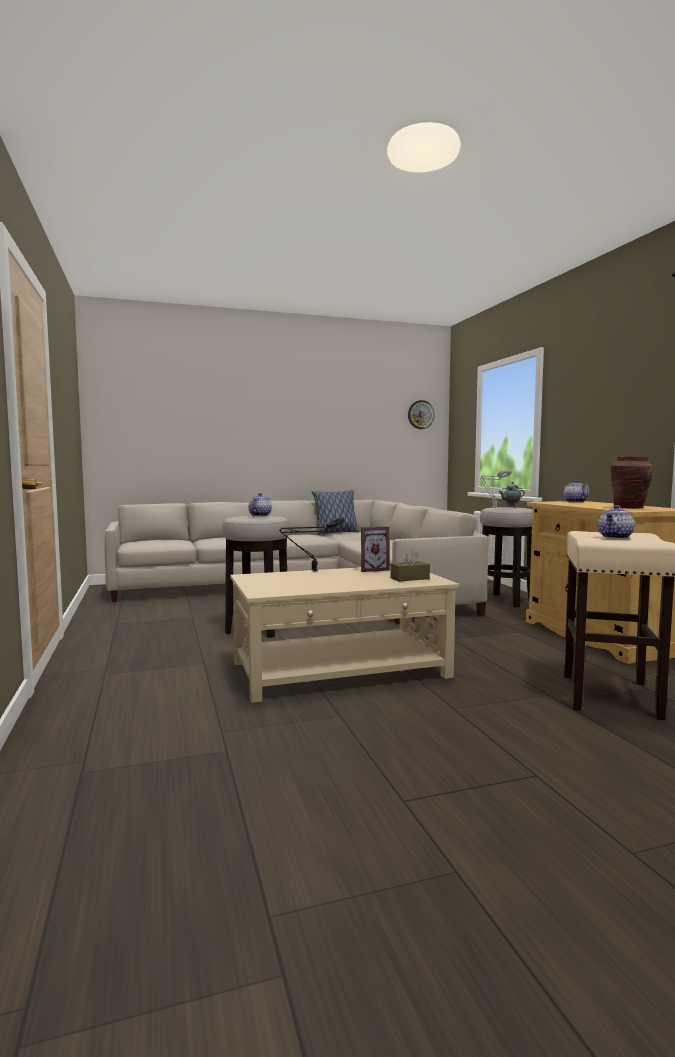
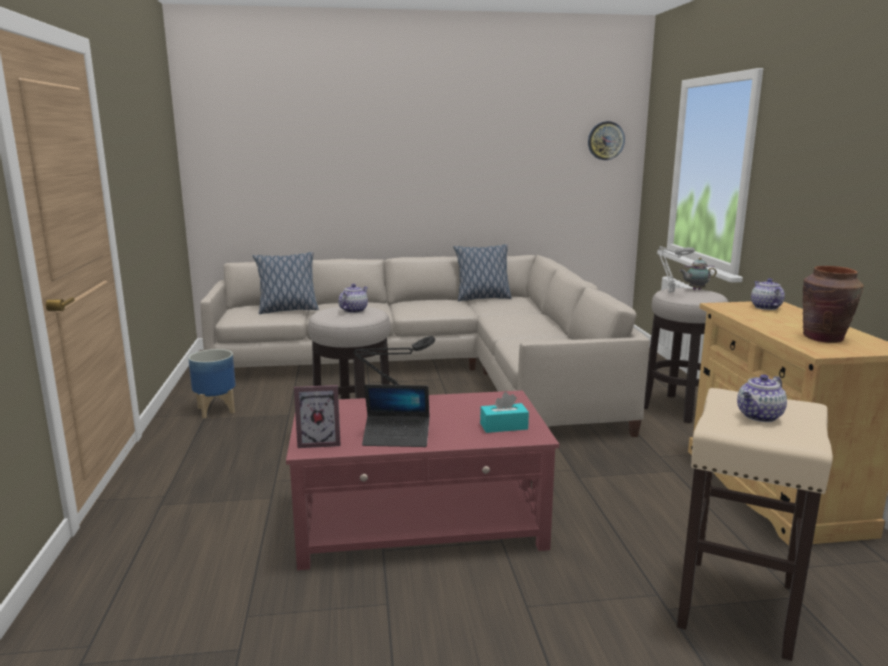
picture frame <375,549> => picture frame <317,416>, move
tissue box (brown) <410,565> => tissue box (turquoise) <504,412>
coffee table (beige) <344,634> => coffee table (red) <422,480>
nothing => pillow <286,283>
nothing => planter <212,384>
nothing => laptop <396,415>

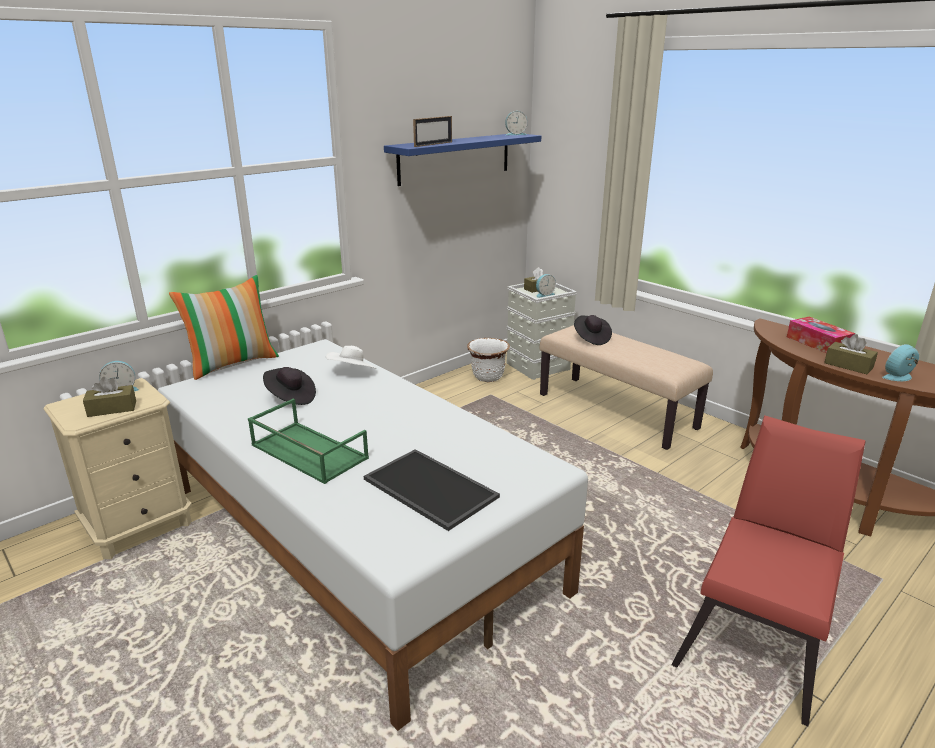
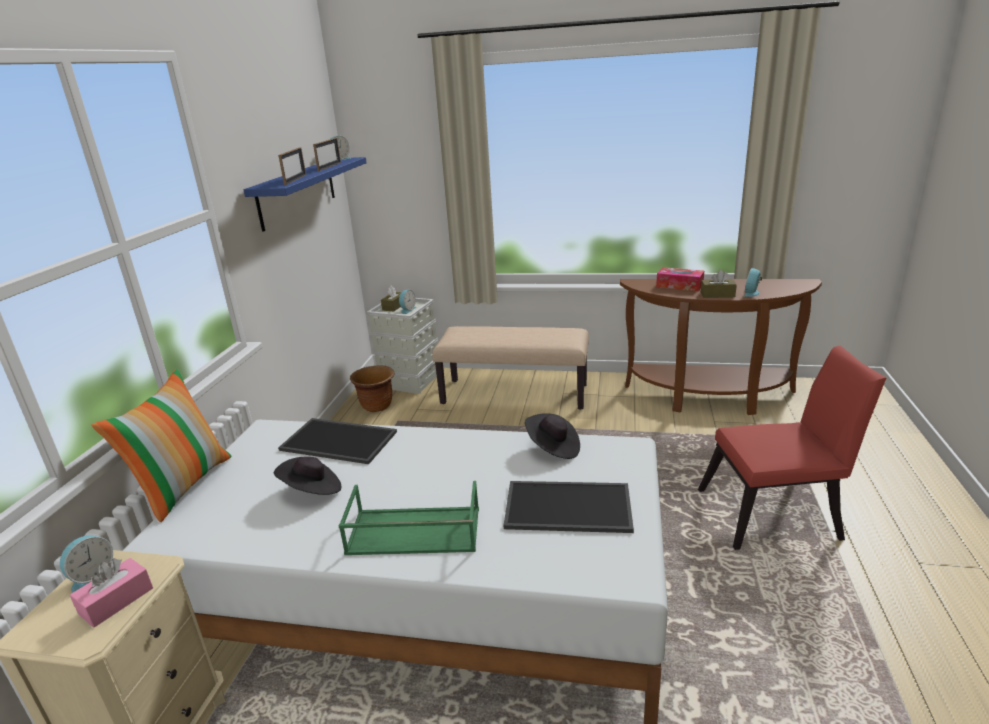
hat (black) <593,330> => hat (black) <552,436>, move
planter (white) <488,360> => planter (brown) <372,388>
hat (white) <351,357> => tray <337,441>
tissue box (brown) <109,397> => tissue box (pink) <111,593>
chair (red) <768,571> => chair (red) <792,447>, 90 degrees clockwise
nothing => picture frame <327,154>

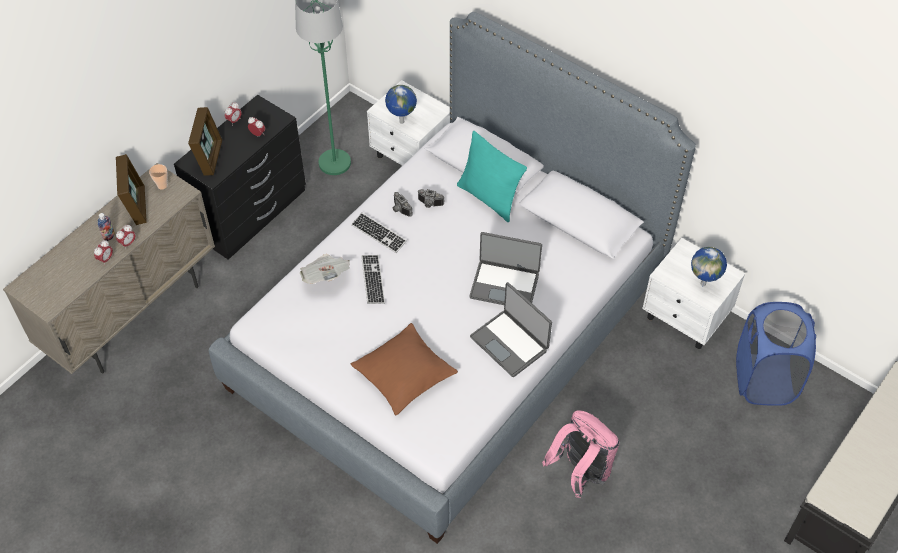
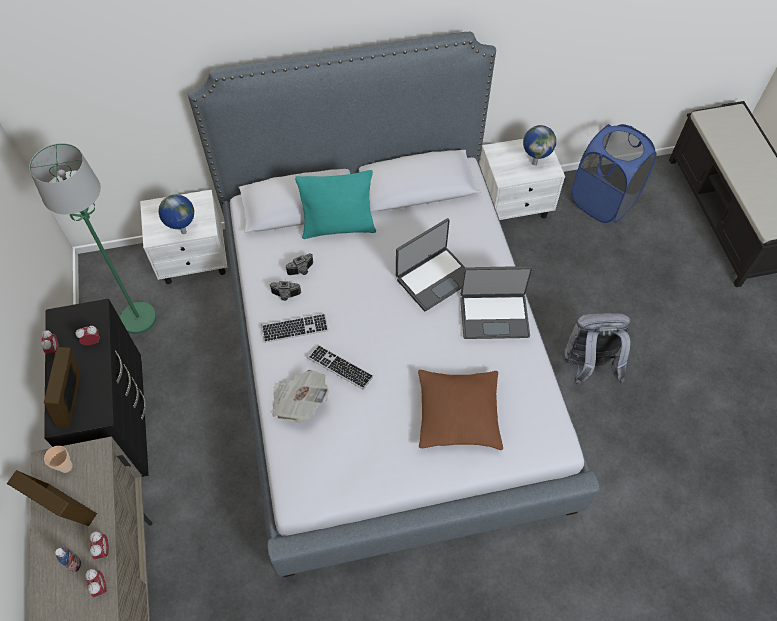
picture frame <205,141> => picture frame <62,387>, 135 degrees counterclockwise
backpack (pink) <581,454> => backpack (grey) <598,349>

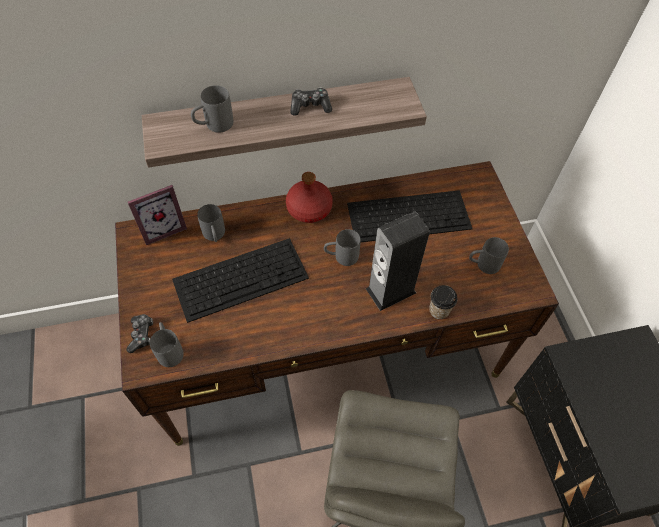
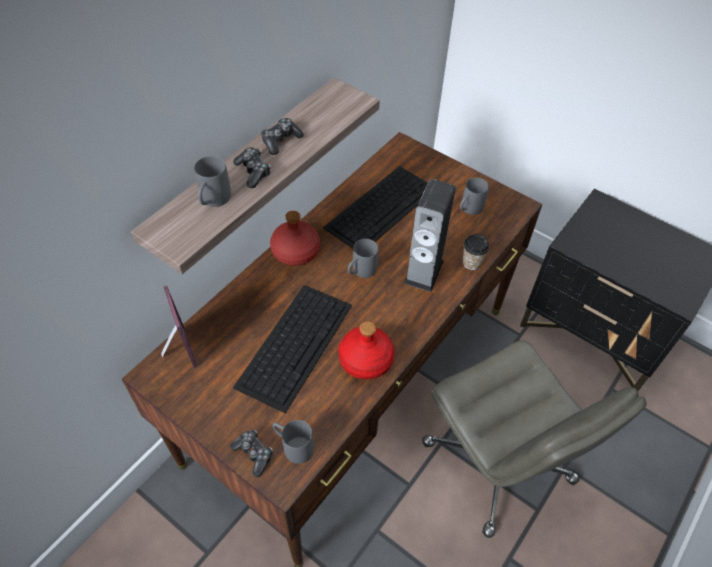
picture frame <157,215> => picture frame <179,327>, 45 degrees counterclockwise
mug (grey) <211,223> => nothing
nothing => game controller <252,167>
nothing => bottle (red) <366,350>

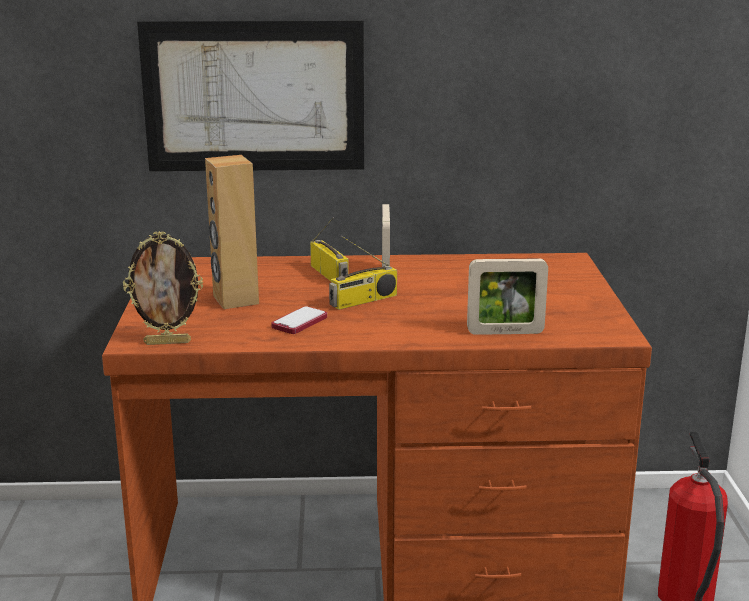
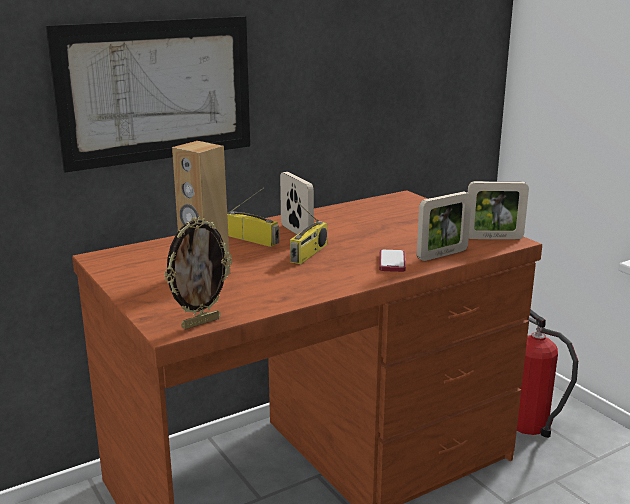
phone <299,320> => phone <392,261>, move
nothing => picture frame <498,210>

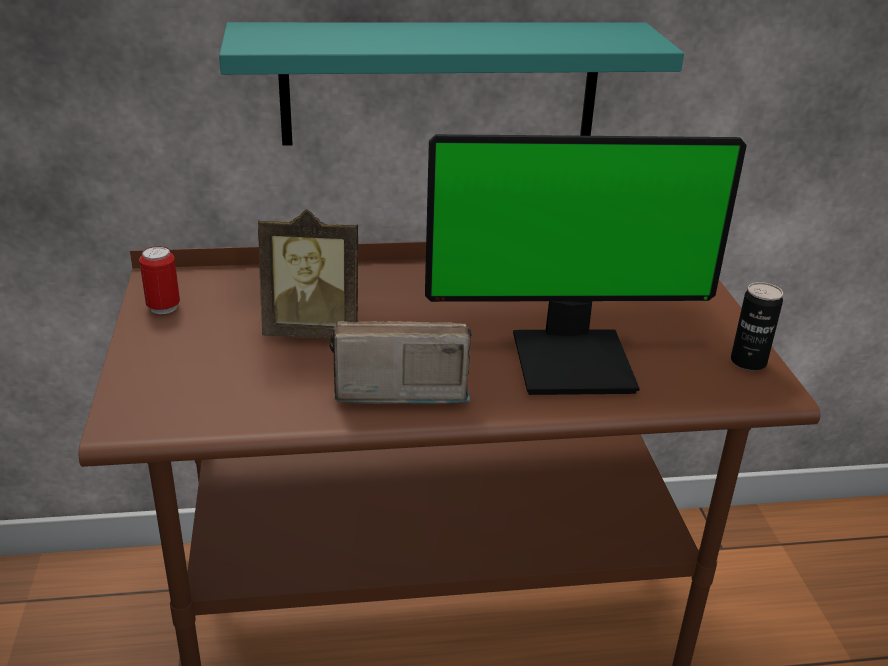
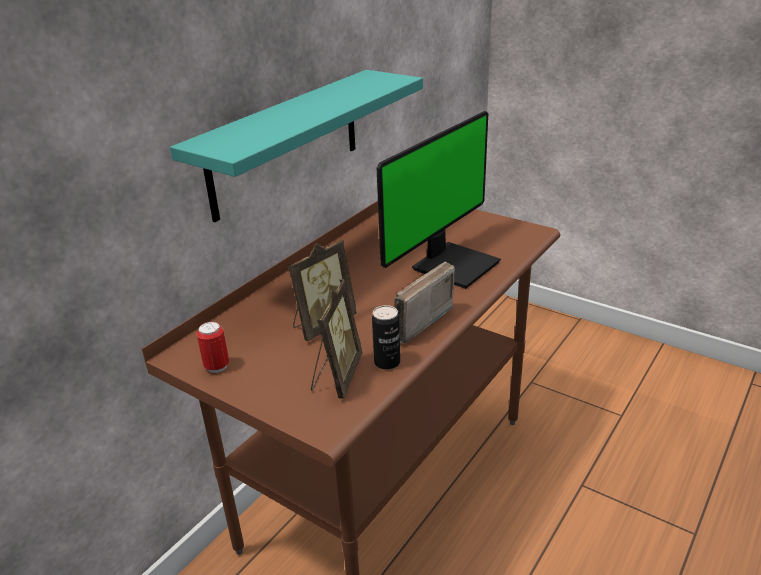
can <757,326> => can <386,337>, move
nothing => picture frame <337,339>

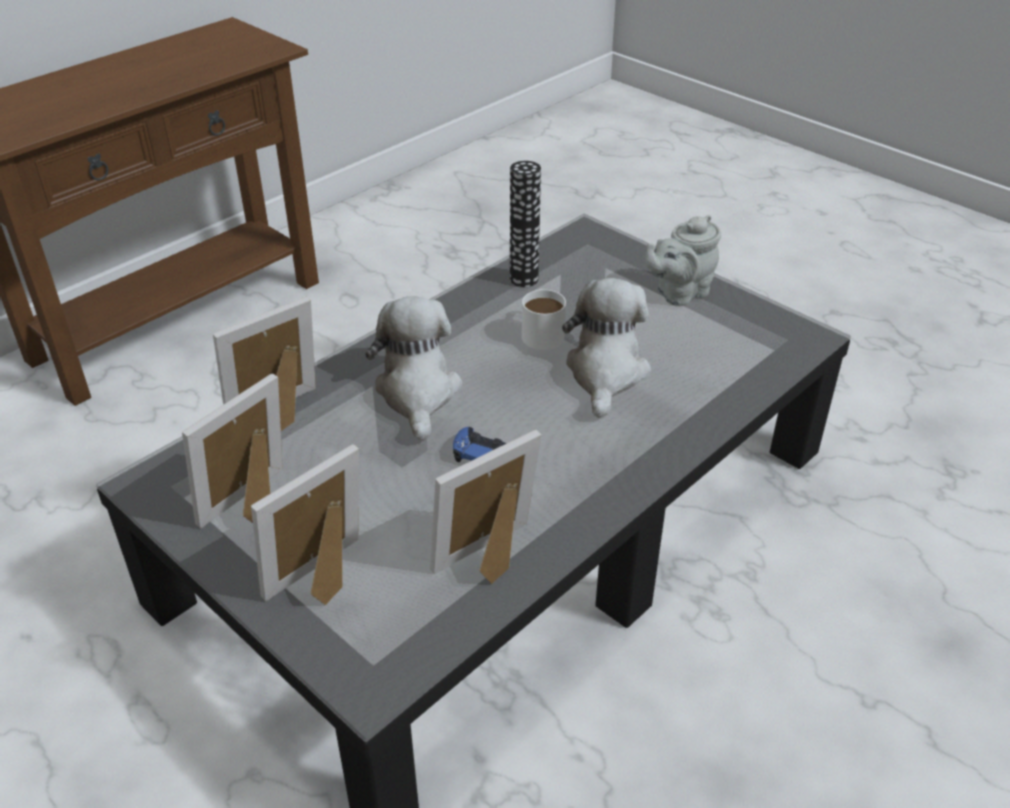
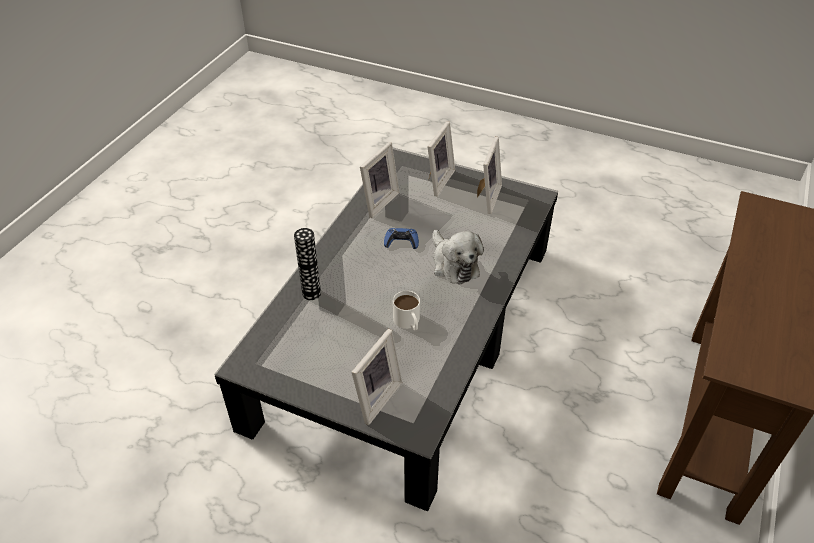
vase <525,224> => vase <307,264>, move
teapot (grey) <683,260> => nothing
plush toy <606,348> => nothing
picture frame <264,364> => picture frame <377,377>, move

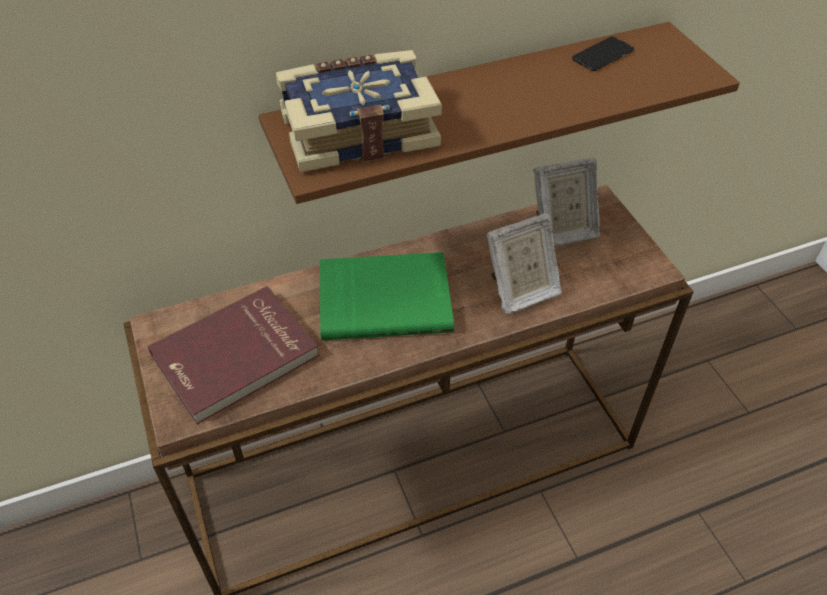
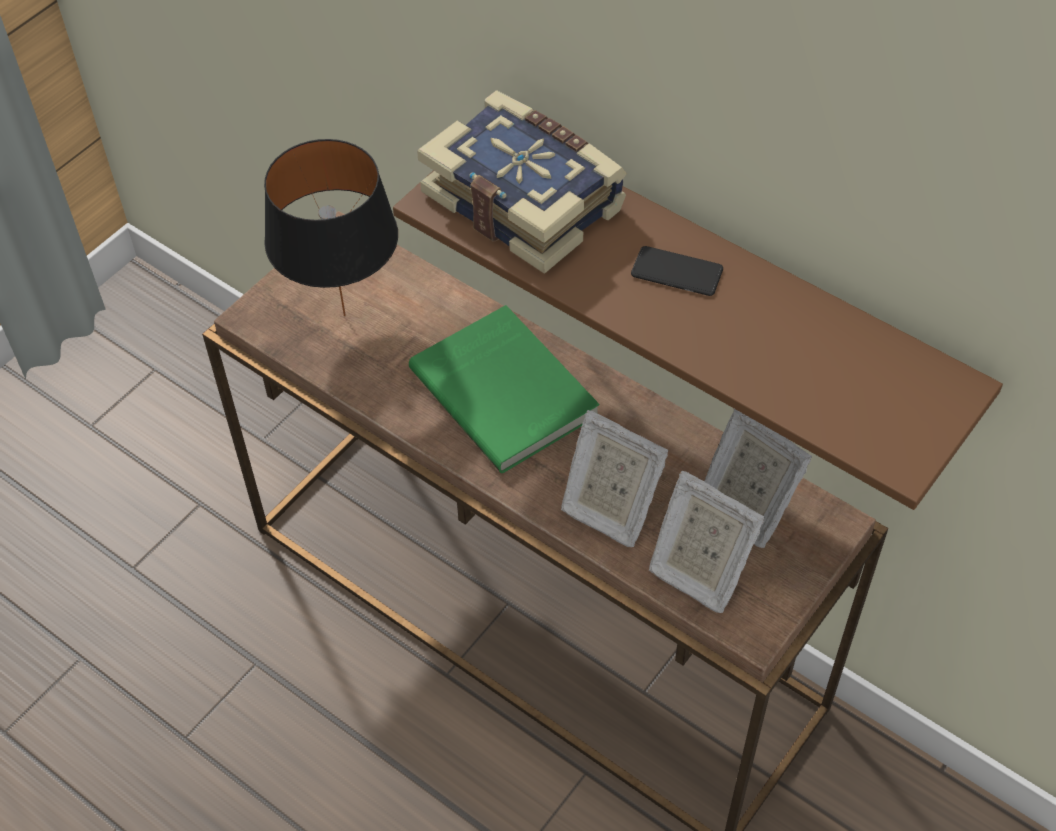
phone <603,54> => phone <677,271>, move
book (red) <233,355> => table lamp (black) <331,227>
nothing => picture frame <706,542>

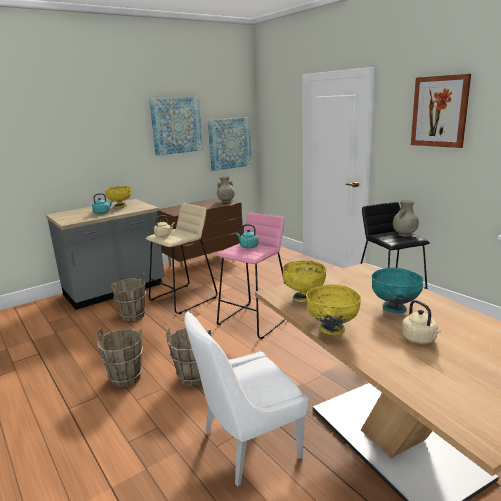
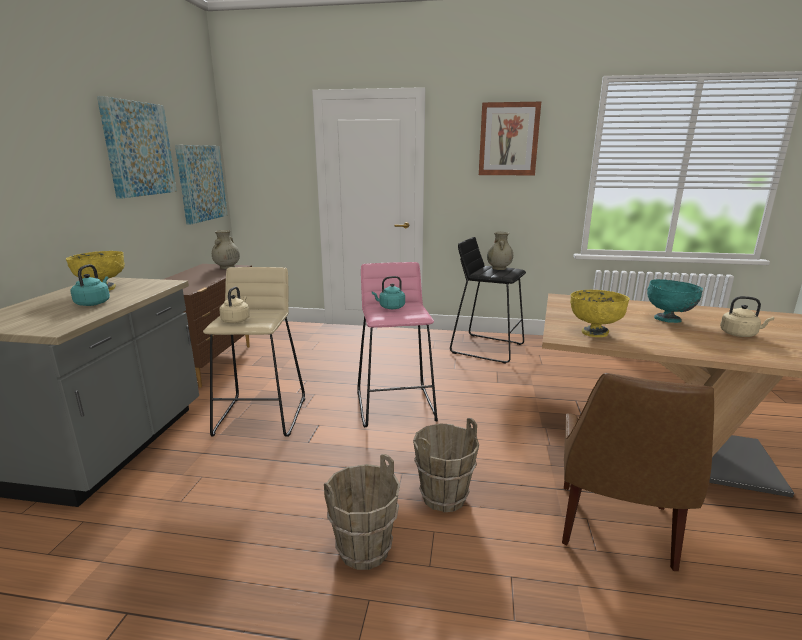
bucket (brown) <128,297> => nothing
bowl (yellow) <333,309> => nothing
chair (white) <247,398> => chair (brown) <638,472>

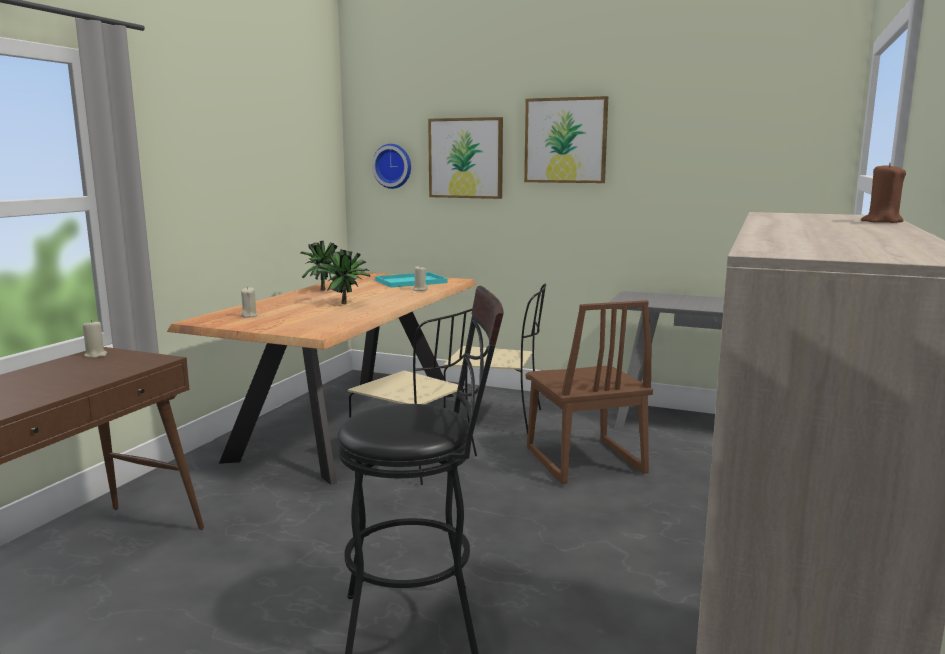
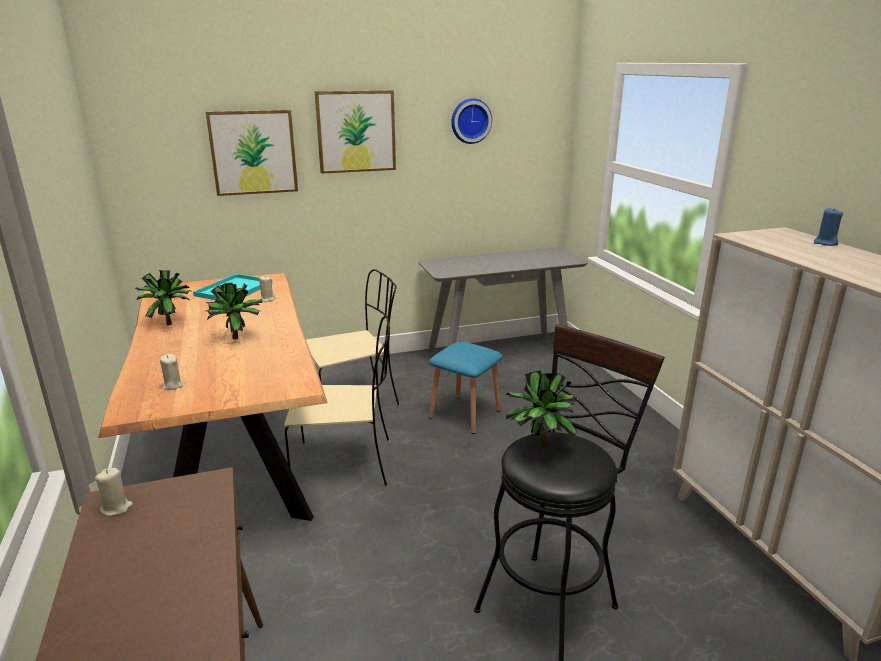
wall clock <391,166> => wall clock <471,121>, move
candle (brown) <883,192> => candle (blue) <828,226>
chair (brown) <589,392> => stool (blue) <466,388>
nothing => potted plant <541,408>

